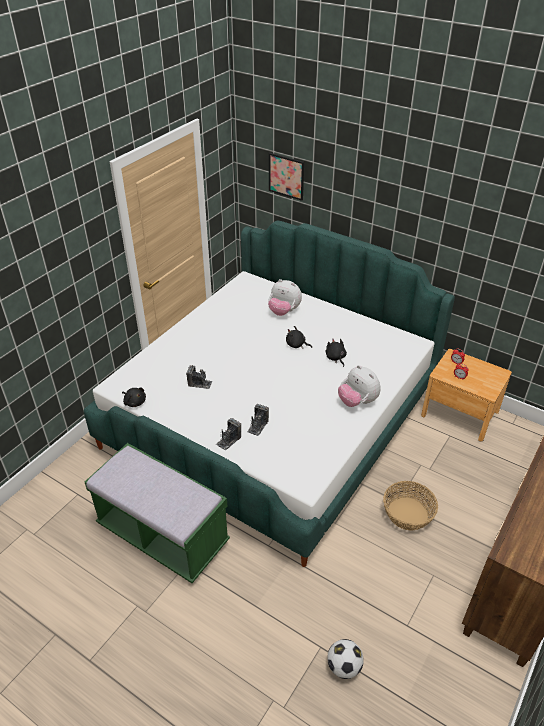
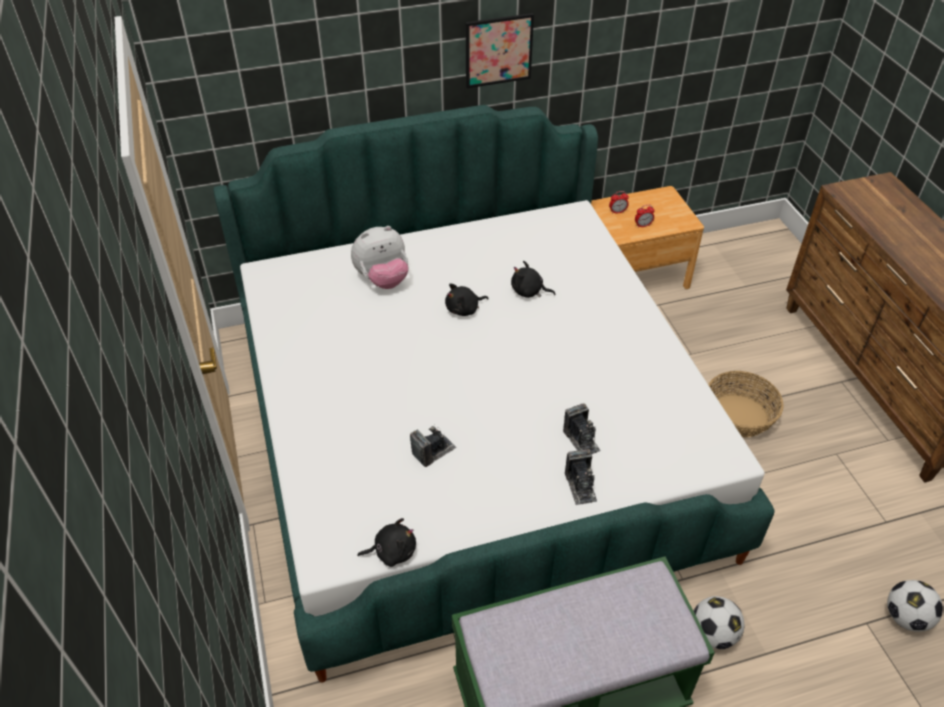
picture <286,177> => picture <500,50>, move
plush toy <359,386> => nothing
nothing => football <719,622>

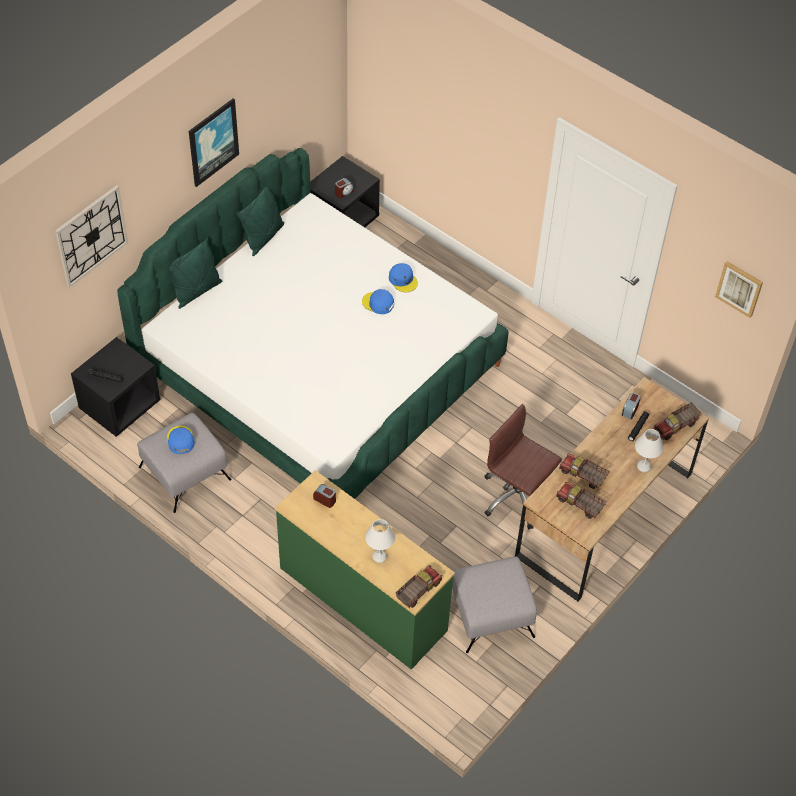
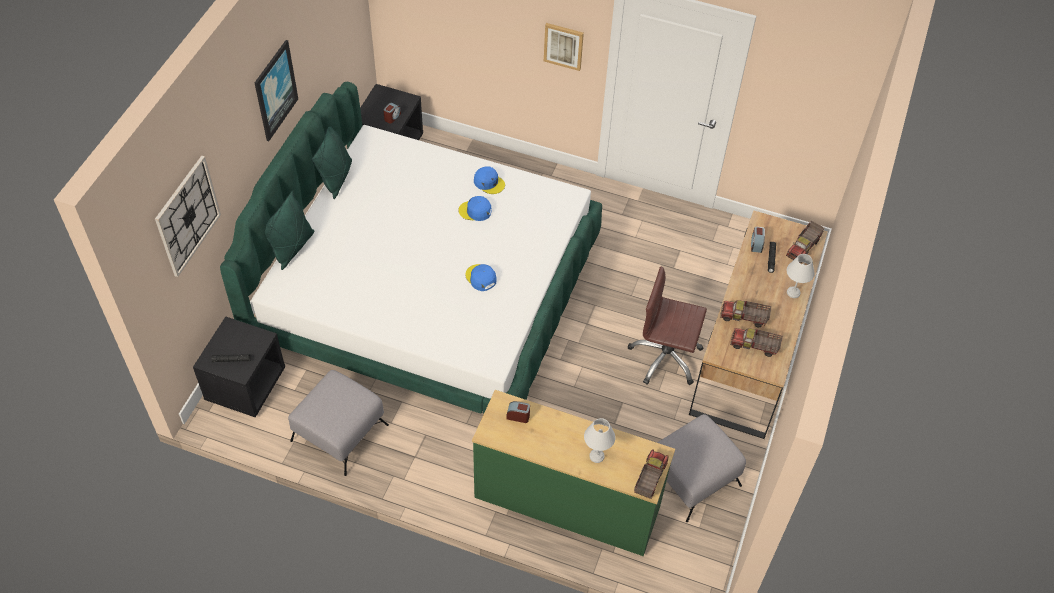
picture <739,289> => picture <564,47>, move
cap (blue) <181,440> => cap (blue) <481,277>, move

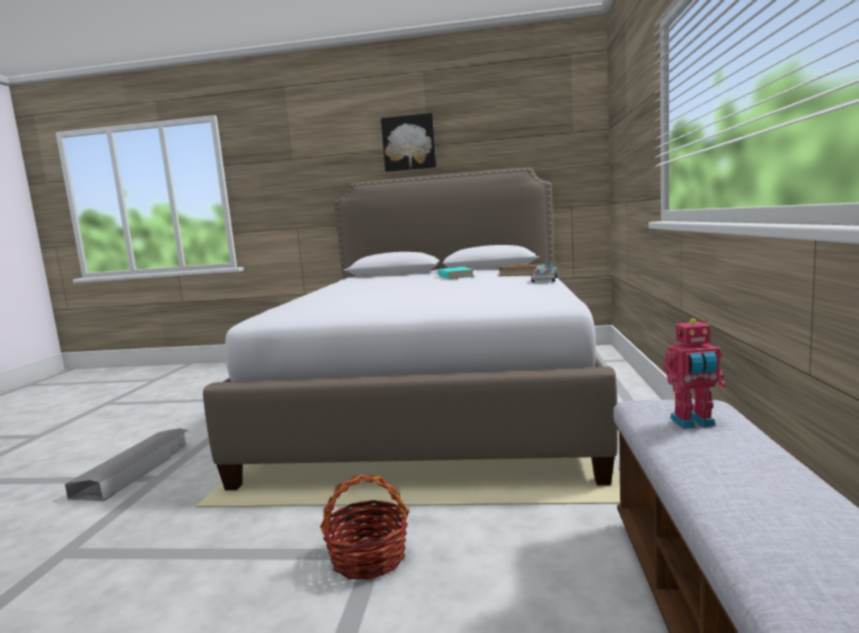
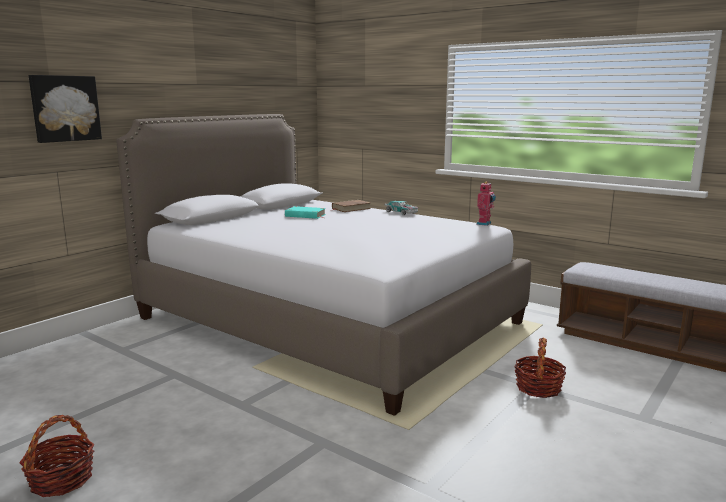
picture <408,142> => picture <65,109>, move
toy robot <694,374> => toy robot <486,204>, move
storage box (grey) <126,464> => nothing
nothing => basket <57,456>

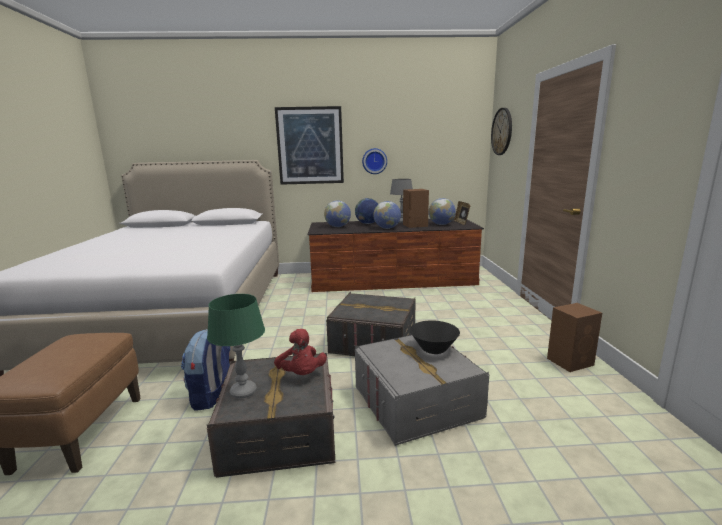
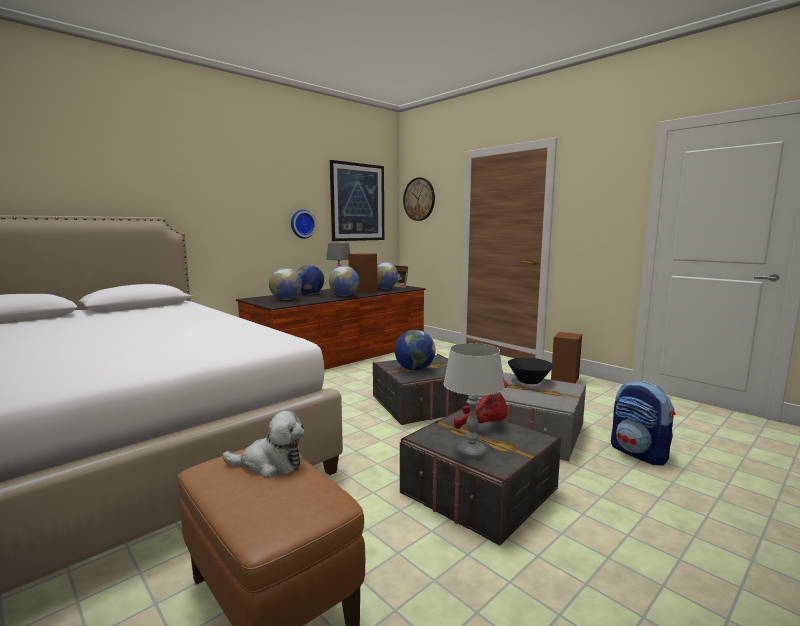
picture <309,145> => picture <357,200>, move
table lamp (green) <236,346> => table lamp (grey) <474,400>
backpack <206,370> => backpack <643,423>, move
nothing => globe <415,350>
nothing => plush toy <263,444>

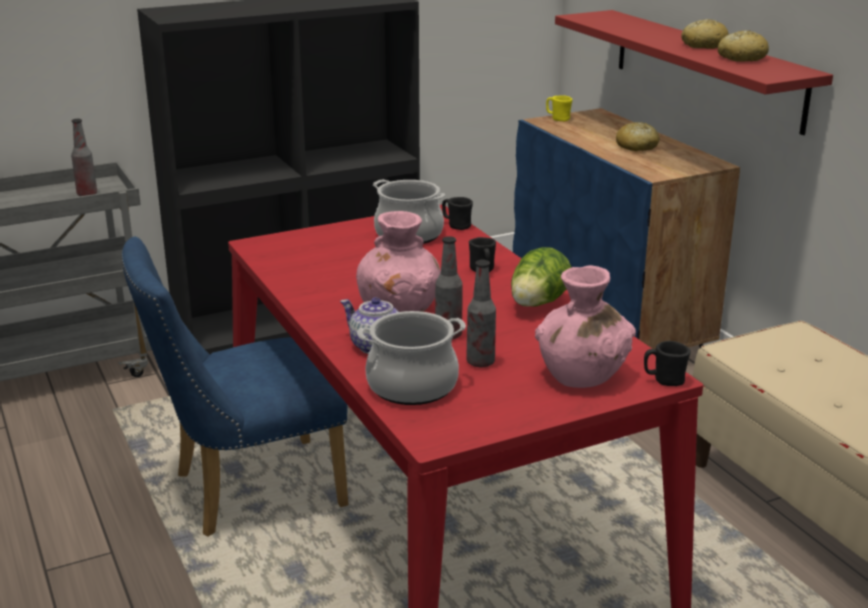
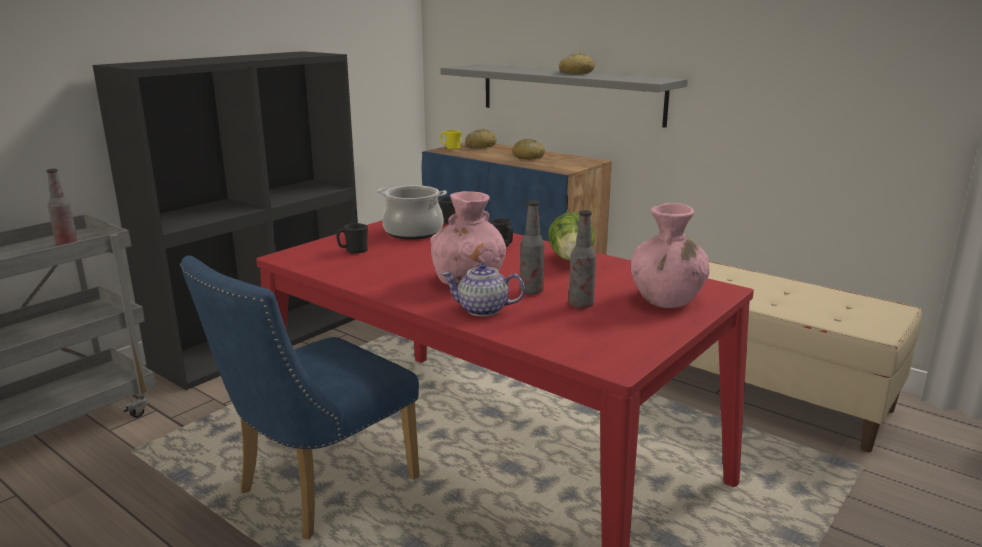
shelf (red) <694,72> => shelf (grey) <564,96>
bread <743,46> => bread <481,138>, move
cooking pot <411,358> => nothing
mug (black) <667,363> => mug (black) <352,238>, move

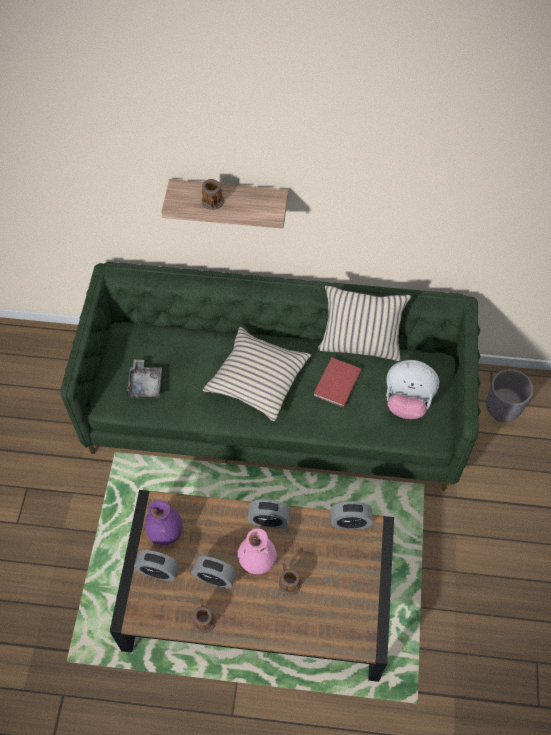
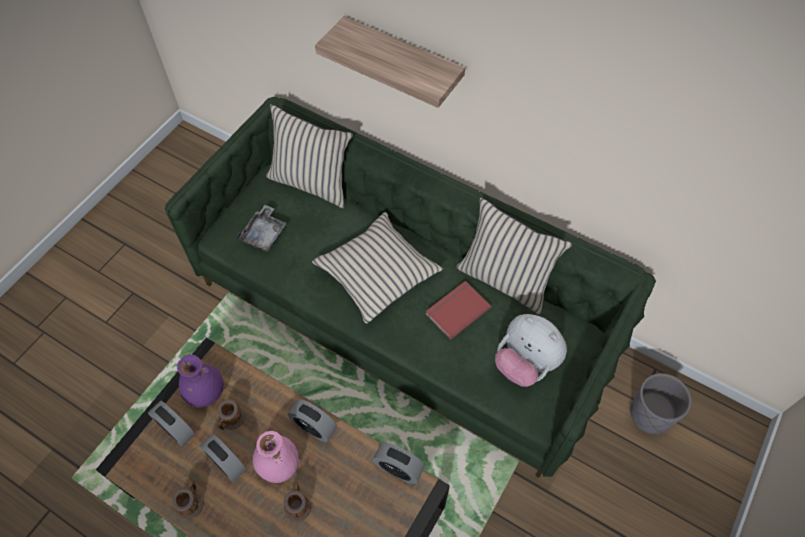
mug <212,194> => mug <231,414>, move
nothing => pillow (beige) <309,156>

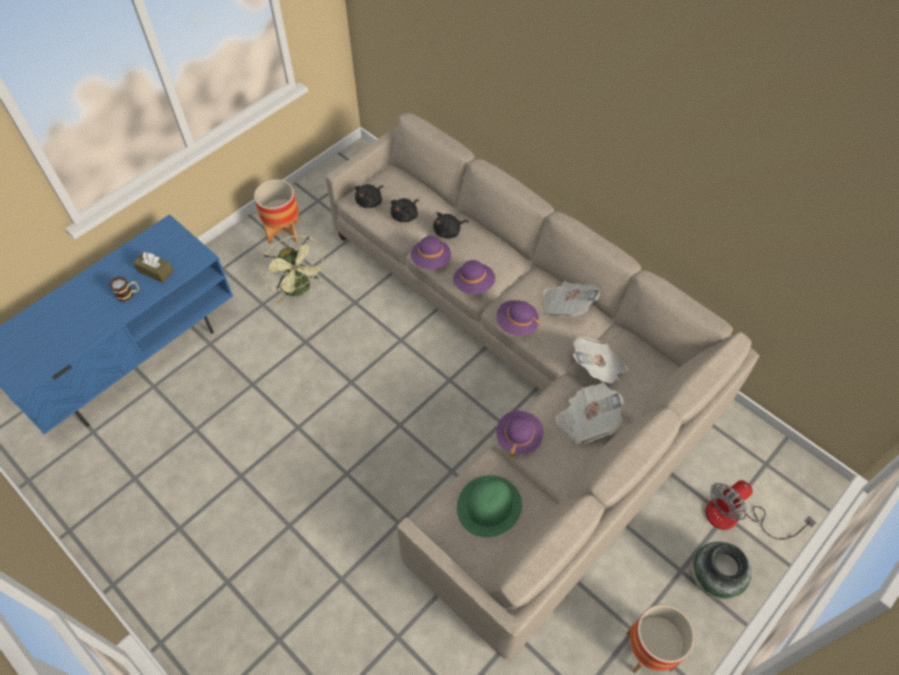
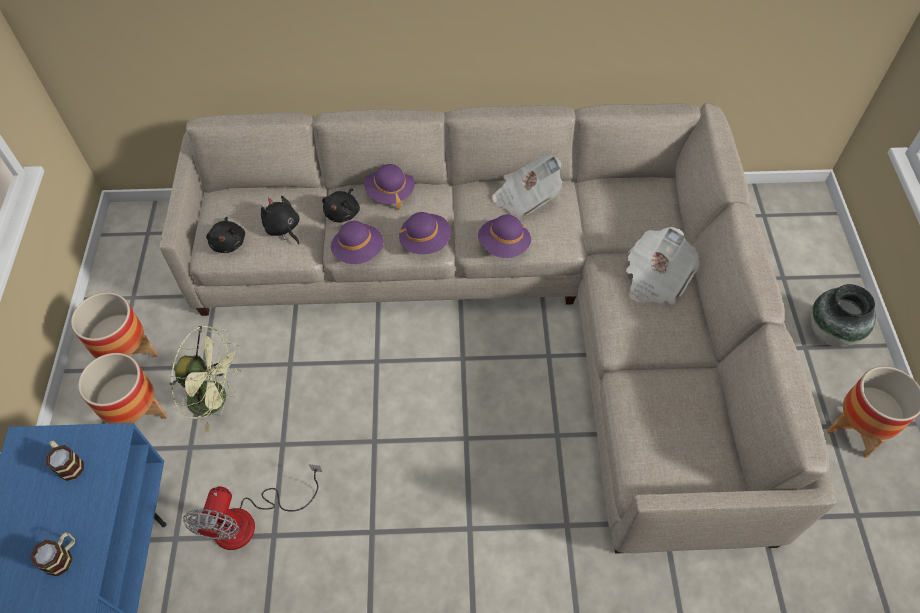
plush toy (black) <404,210> => plush toy (black) <280,220>, 150 degrees clockwise
tissue box (brown) <153,267> => nothing
newspaper <601,360> => nothing
hat (purple) <519,434> => hat (purple) <389,186>, move
hat (green) <489,506> => nothing
fan <761,510> => fan <252,507>, move
nothing => planter <123,388>
nothing => mug <65,461>

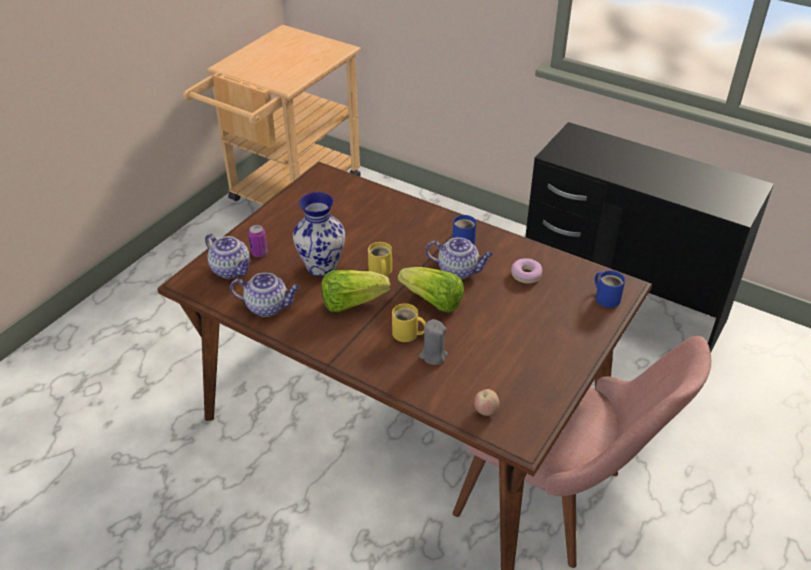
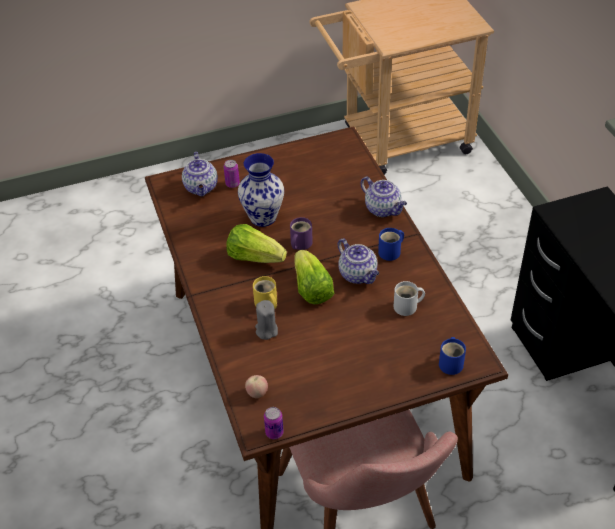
mug (yellow) <380,259> => mug (purple) <301,233>
donut <526,270> => mug (white) <409,298>
teapot <265,294> => teapot <384,197>, move
nothing => can <274,423>

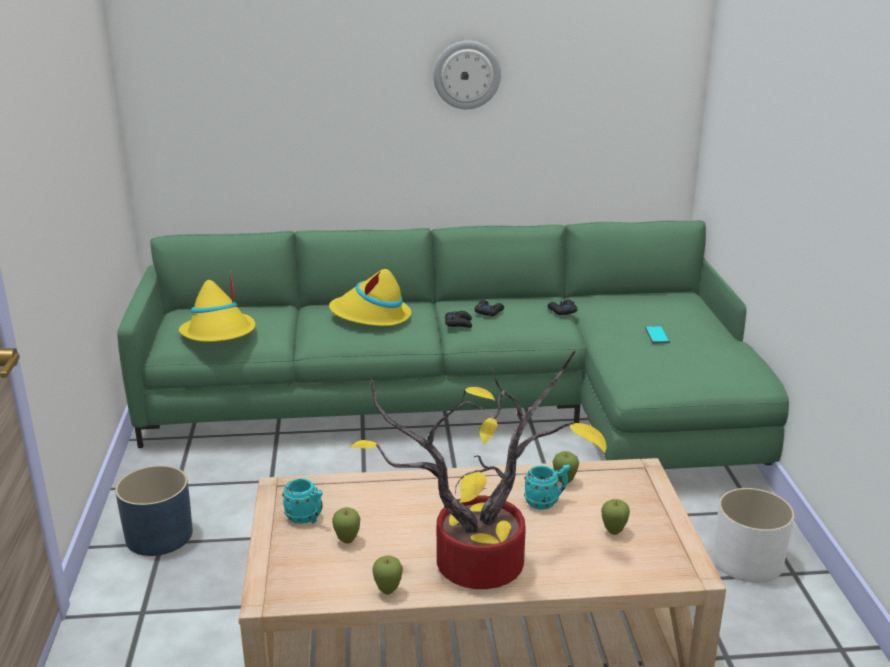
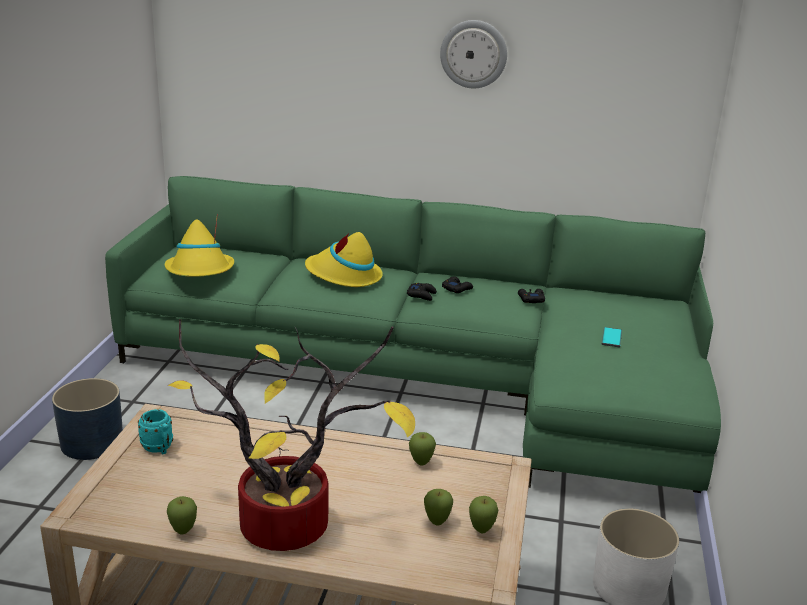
mug (turquoise) <547,487> => nothing
apple <346,525> => apple <484,514>, move

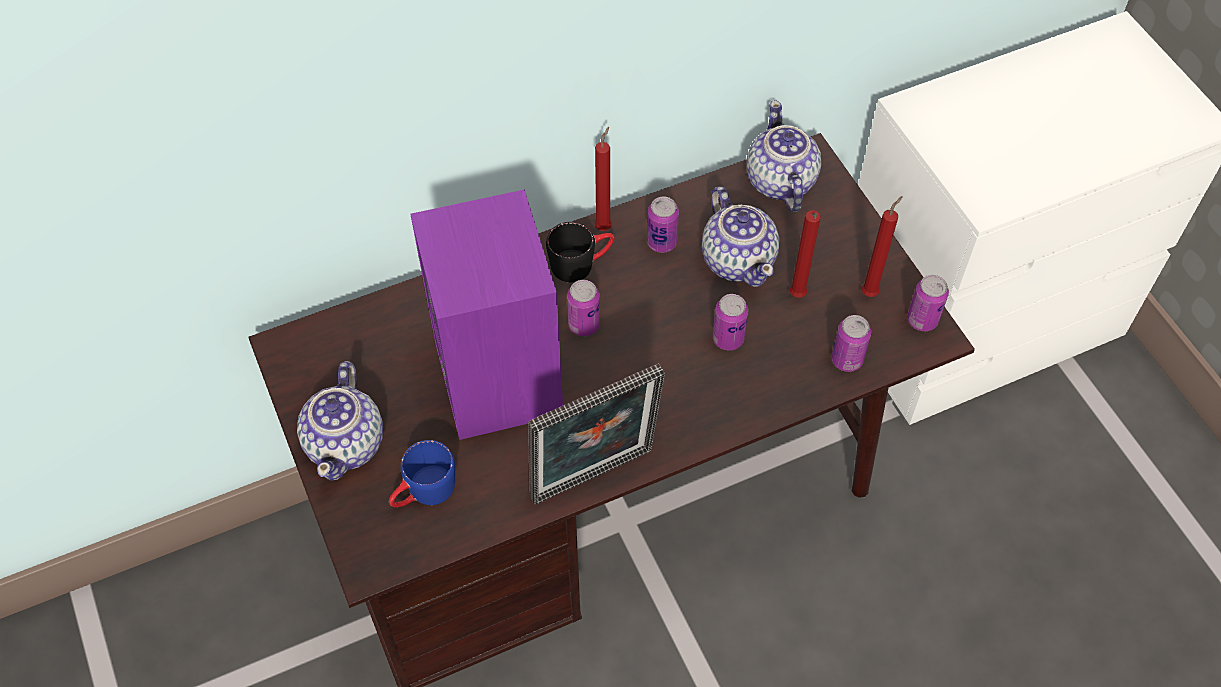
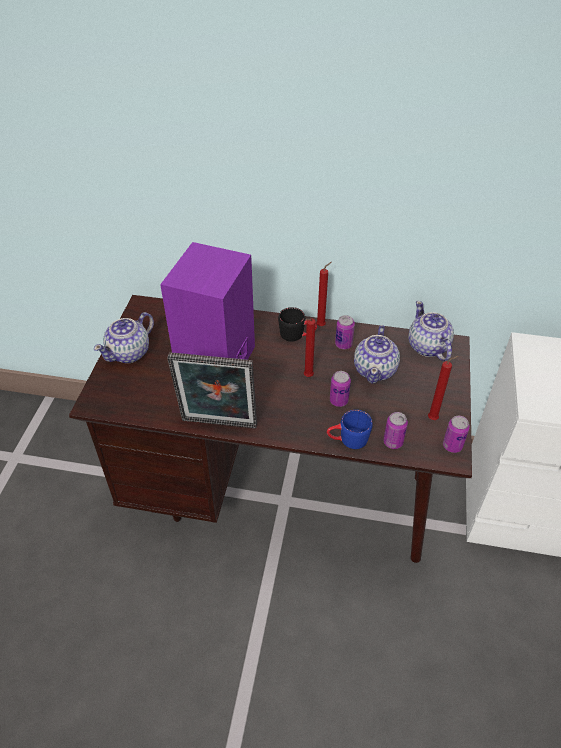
teapot <784,156> => teapot <431,331>, 45 degrees counterclockwise
candle (red) <805,254> => candle (red) <310,348>, move
can <583,308> => nothing
mug (blue) <422,473> => mug (blue) <350,429>, move

